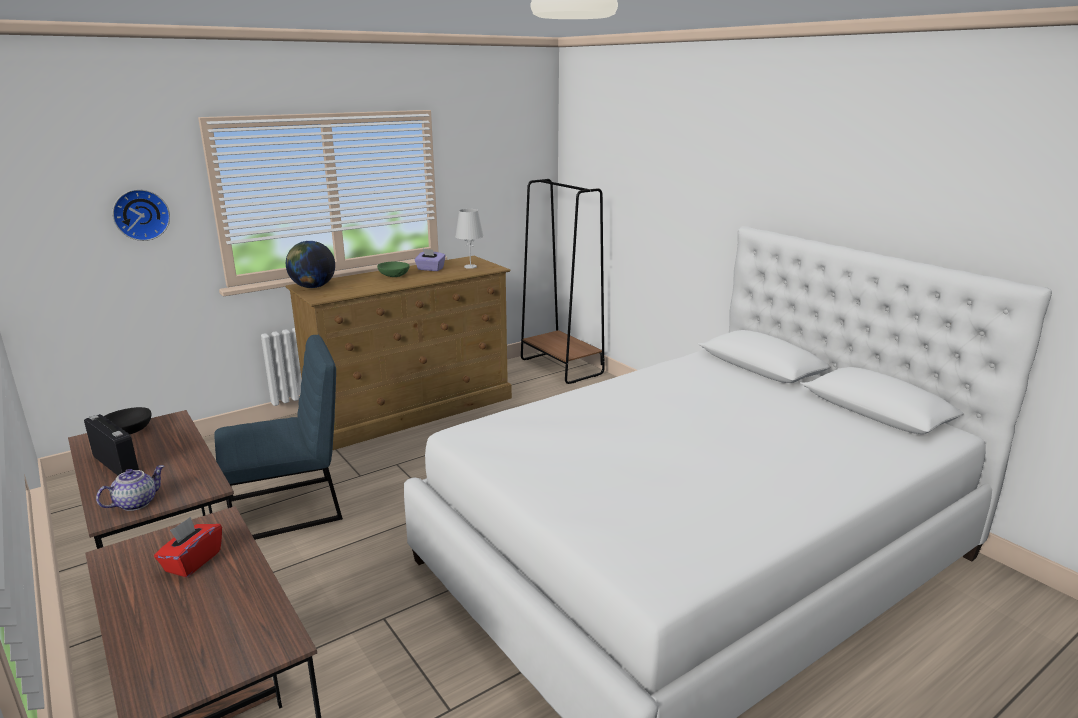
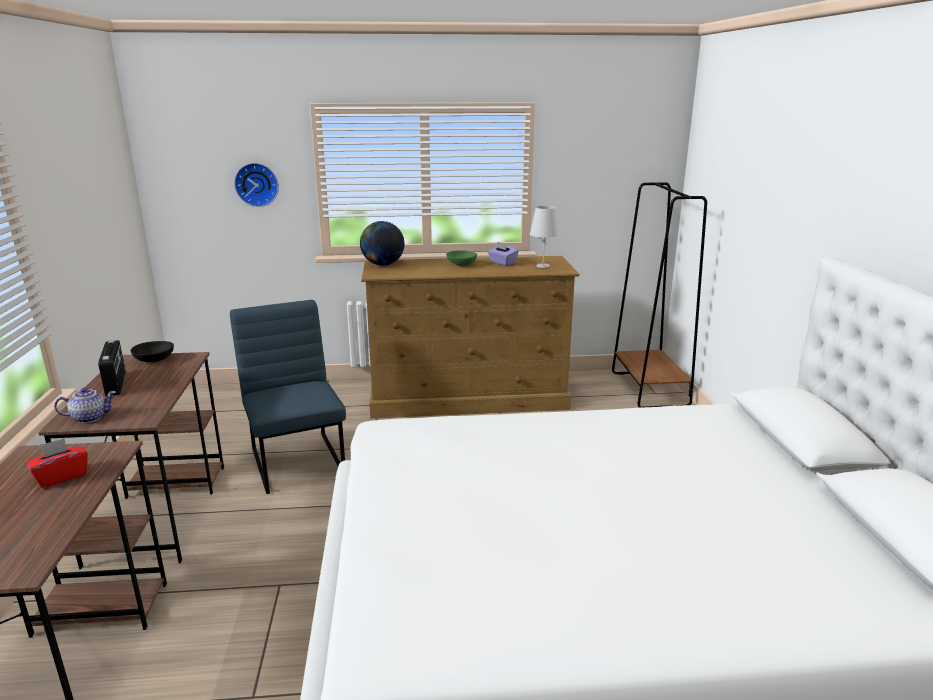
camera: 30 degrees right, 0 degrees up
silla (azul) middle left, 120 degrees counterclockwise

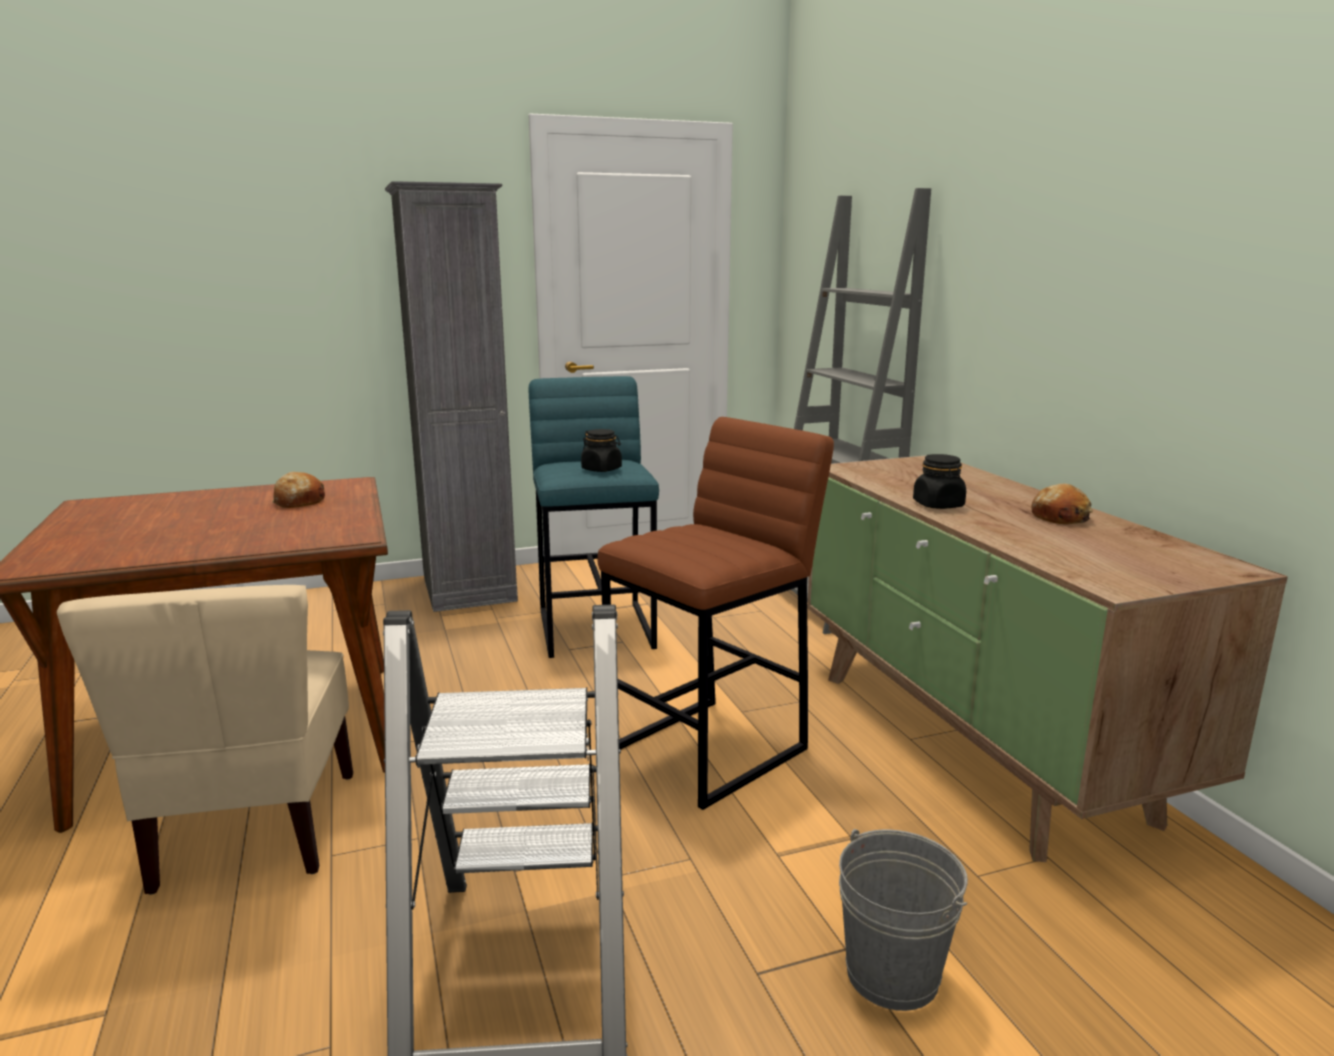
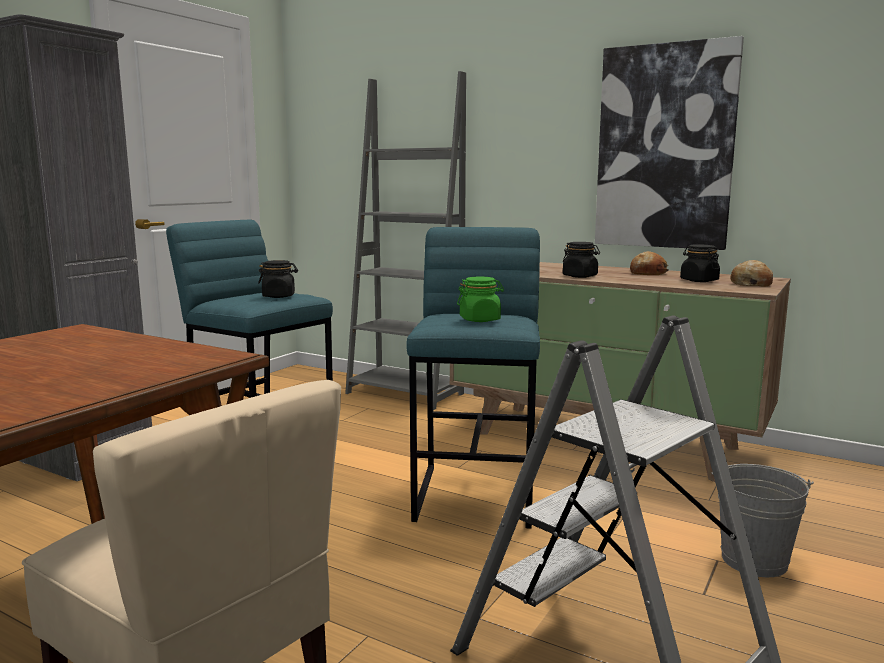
camera: 40 degrees left, 5 degrees down
taburete (marrón) centre → taburete (turquesa) (2nd from left) centre
- → tarro (verde) centre
- → cuadro top right
- → tarro (negro) (3rd from left) middle right
pan (1st from left in the first image) middle left → pan (2nd from left) middle right, moved

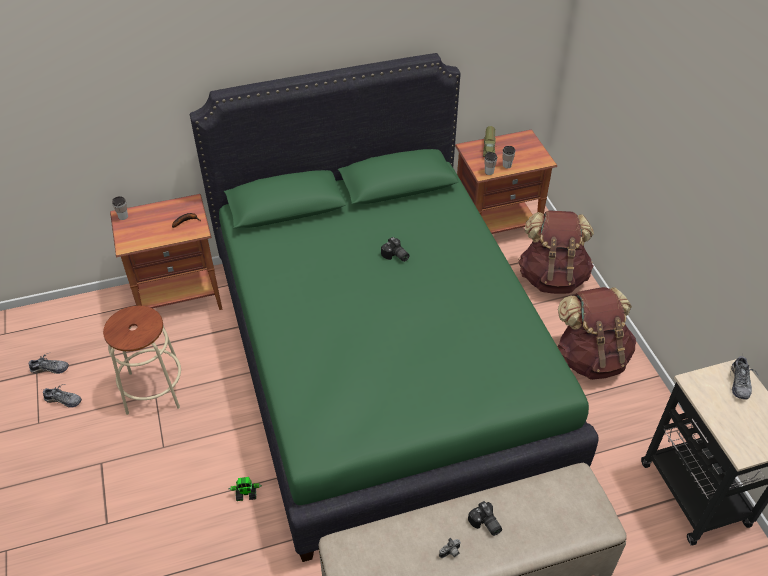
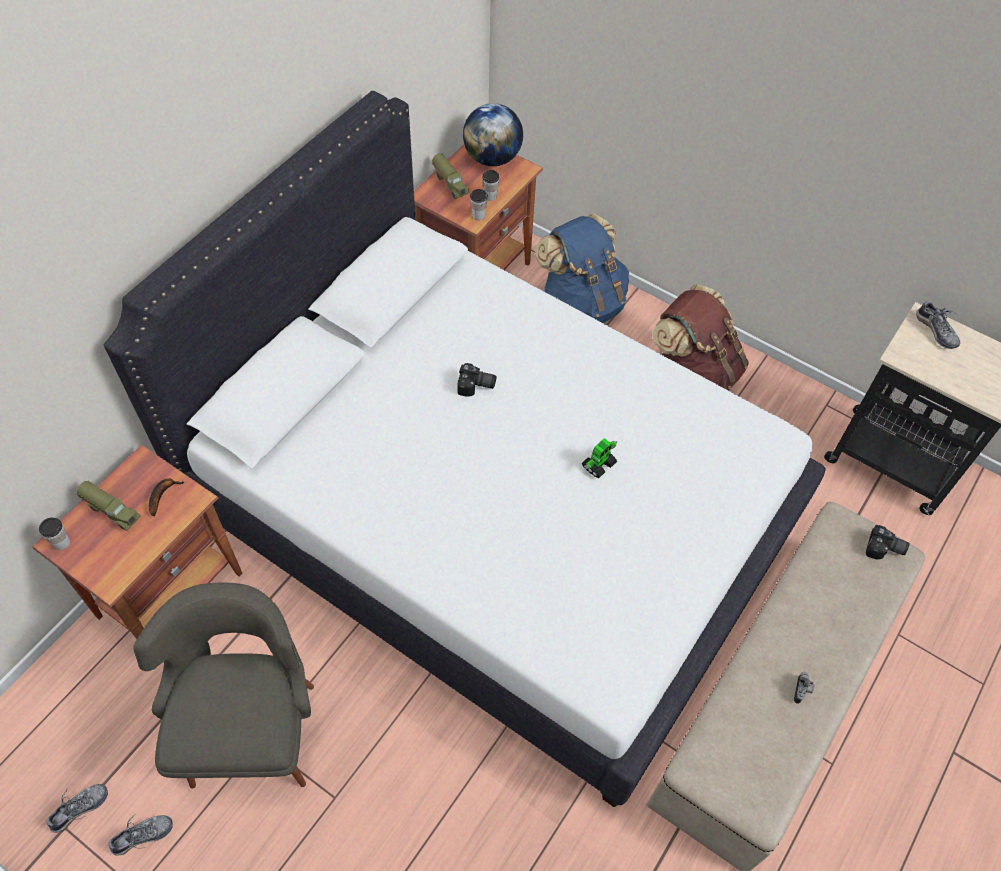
camera: 40 degrees left, 10 degrees up
- → camión de juguete (1st from left) middle left
cama (verde) centre → cama (blanco) centre
taburete (beis) middle left → silla (gris) bottom left
- → globo terráqueo top centre
mochila (marrón) (1st from left) middle right → mochila (azul) top centre
robot de juguete bottom left → robot de juguete centre, moved
cámara (3rd from left) bottom centre → cámara (3rd from left) middle right, moved

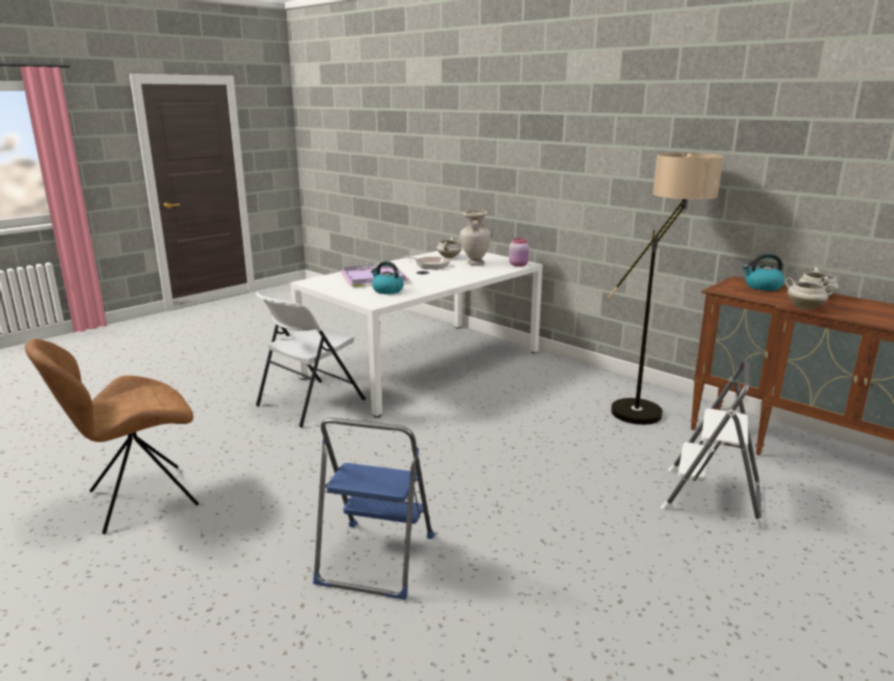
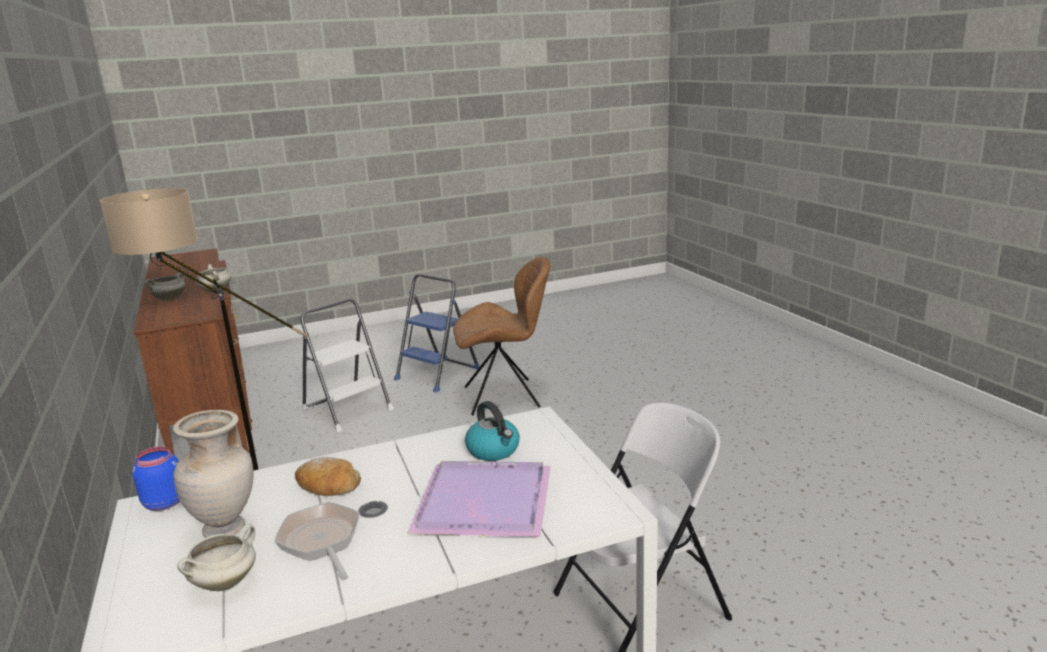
camera: 155 degrees left, 0 degrees up
tarro (rosa) centre → tarro (azul) bottom left
- → pan bottom left
escalera de tijera (azul) bottom centre → escalera de tijera (azul) centre, moved
silla (marrón) middle left → silla (marrón) centre, moved
hervidor (2nd from left) middle right → -

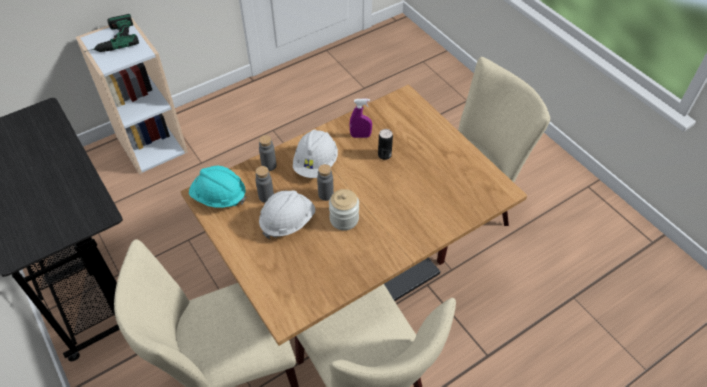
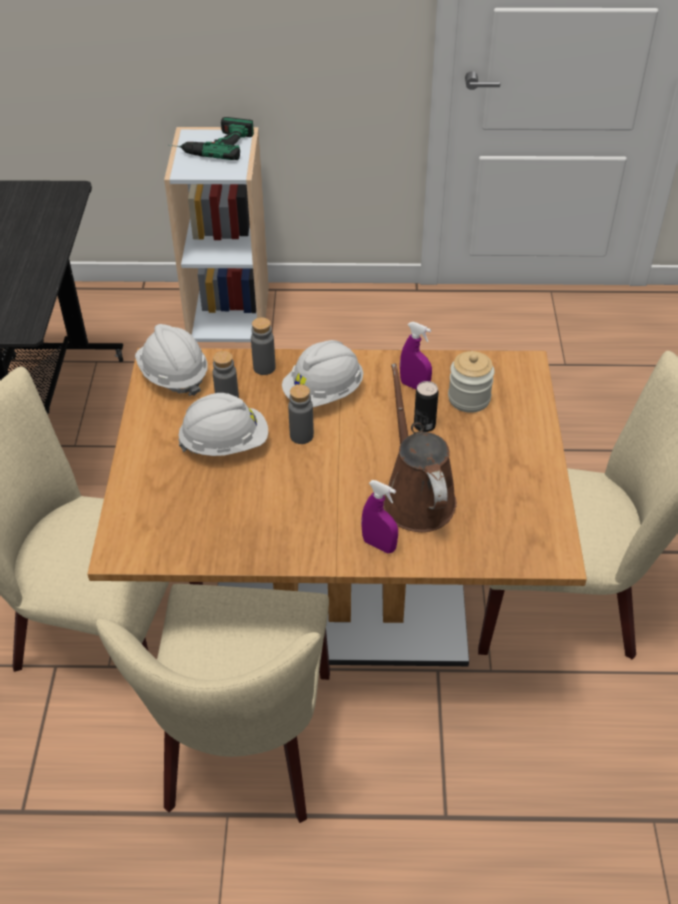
camera: 35 degrees right, 5 degrees down
casco (turquesa) middle left → casco (blanco) (1st from left) middle left
- → pulverizador (morado) (1st from left) centre
- → regadera (marrón) centre
tarro centre → tarro middle right, moved

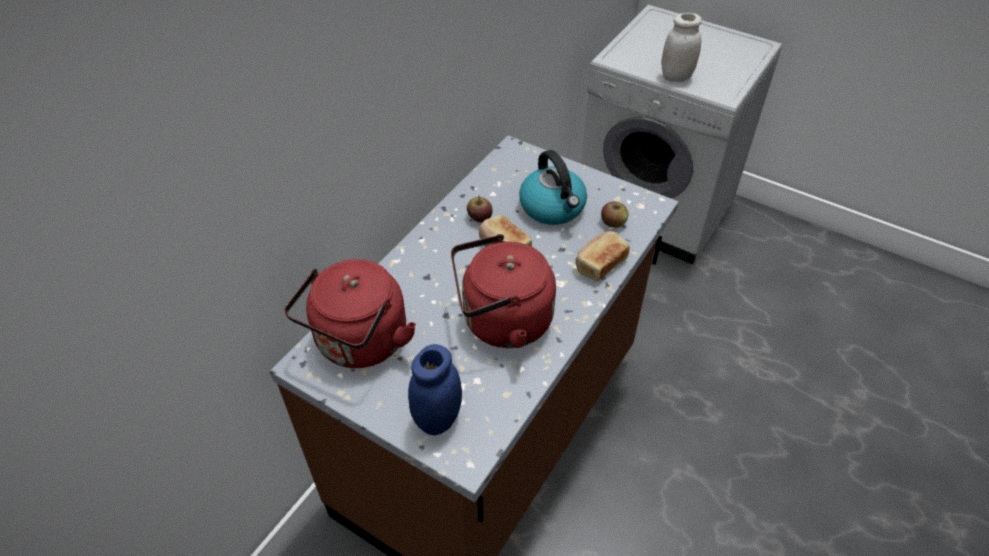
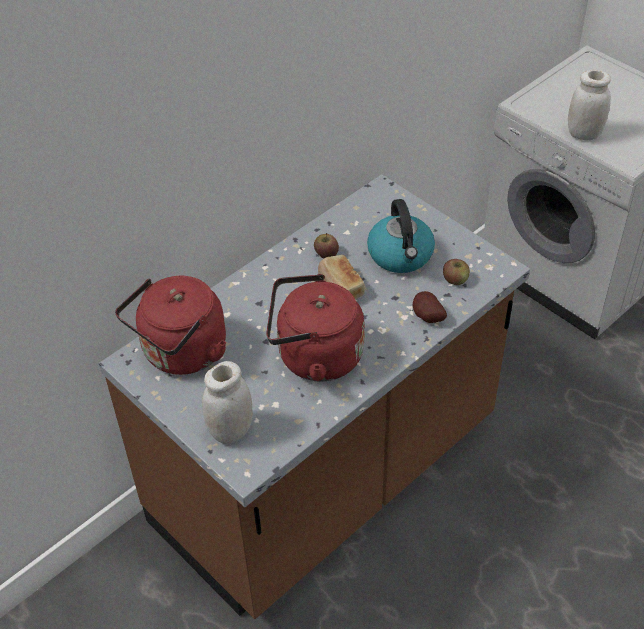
camera: 15 degrees right, 0 degrees up
tarro (azul) bottom centre → tarro (blanco) (1st from left) centre
pan (2nd from left) centre → patata middle right

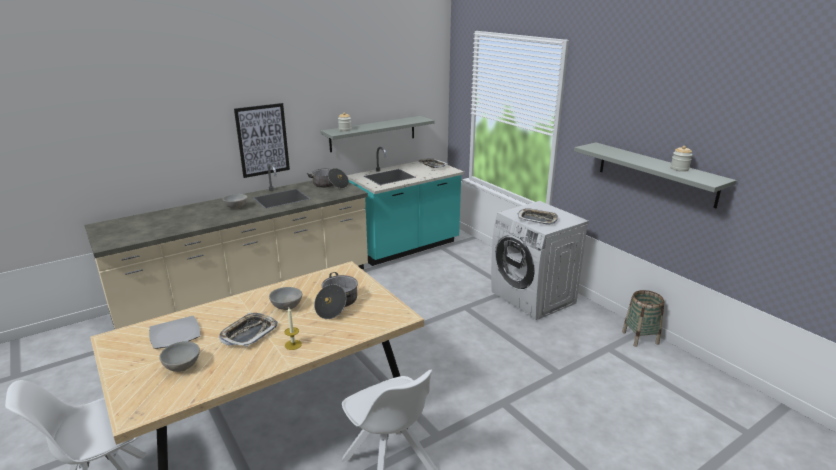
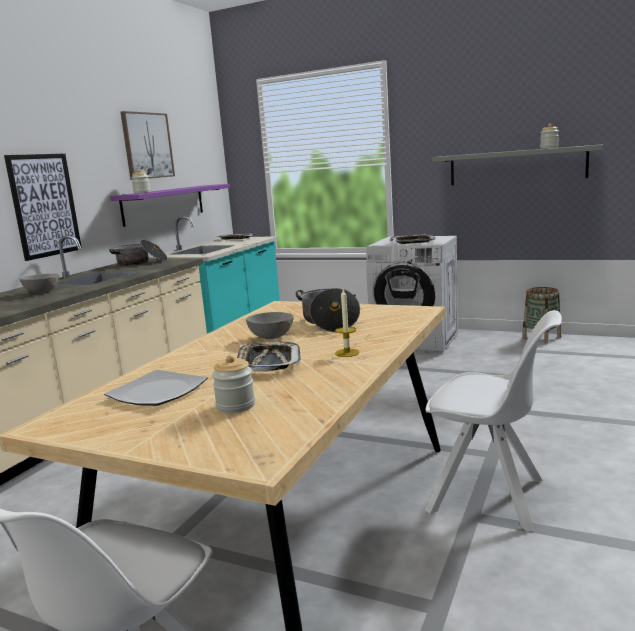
camera: 30 degrees left, 10 degrees down
estante (gris) (1st from left) top centre → estante (morado) top left
- → cuadro (2nd from left) top left
cuenco (gris) (1st from left) bottom left → tarro (2nd from left) centre

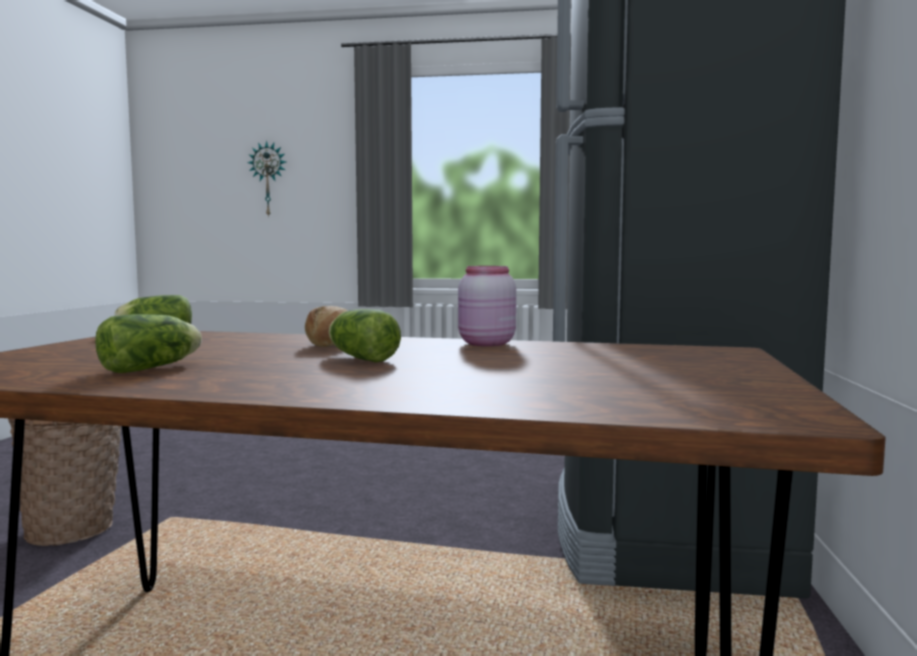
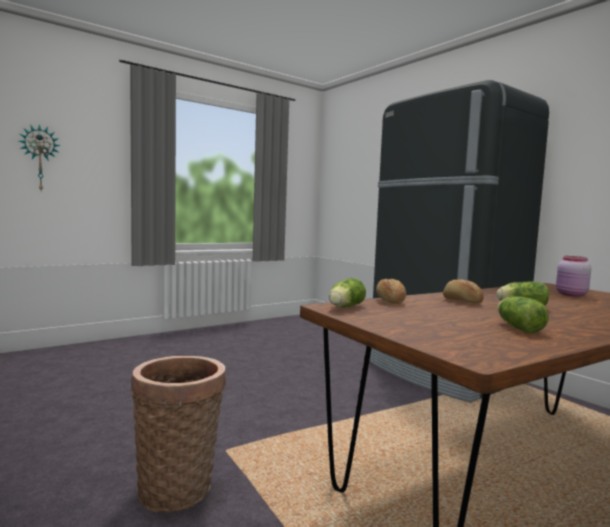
camera: 45 degrees left, 0 degrees up
- → pan (1st from left) centre
tarro (rosa) centre → tarro (rosa) middle right, moved

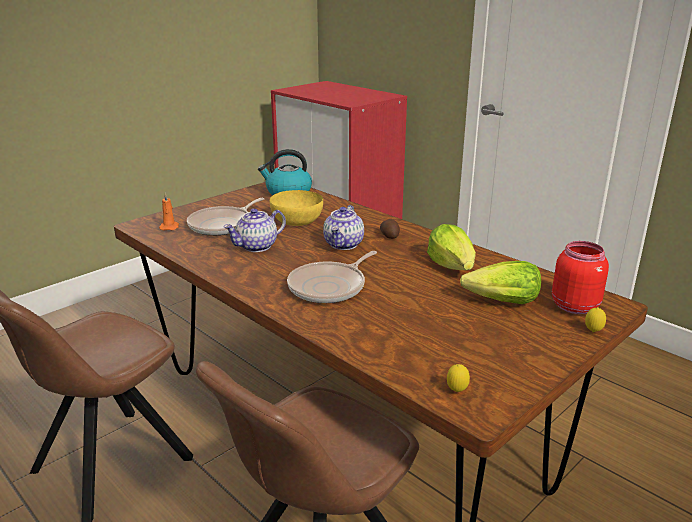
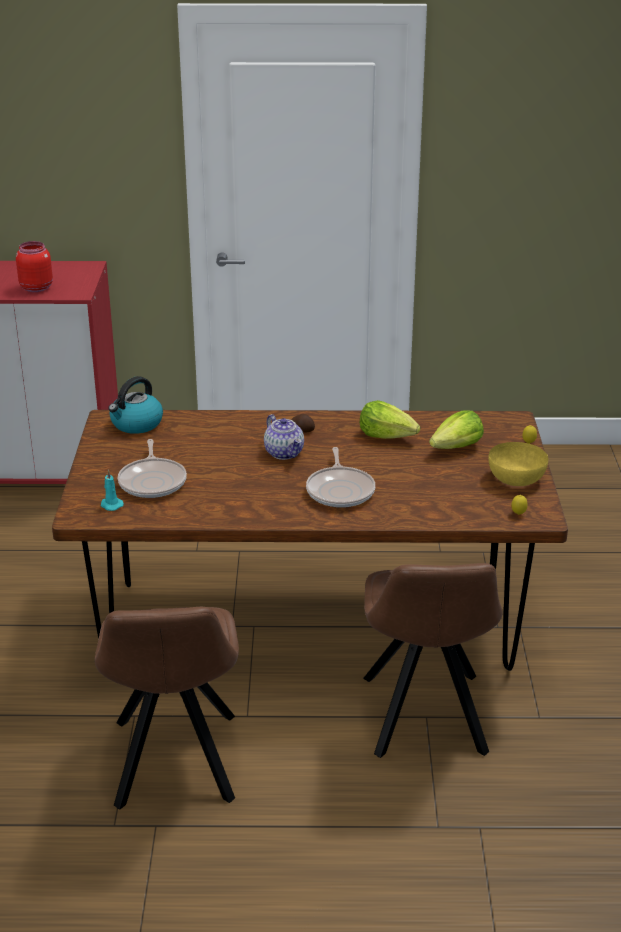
camera: 45 degrees left, 5 degrees up
tarro (rojo) middle right → tarro (rojo) top left, moved
vela (naranja) middle left → vela (turquesa) middle left
cuenco (amarillo) centre → cuenco (amarillo) middle right, moved
tetera (1st from left) centre → -

